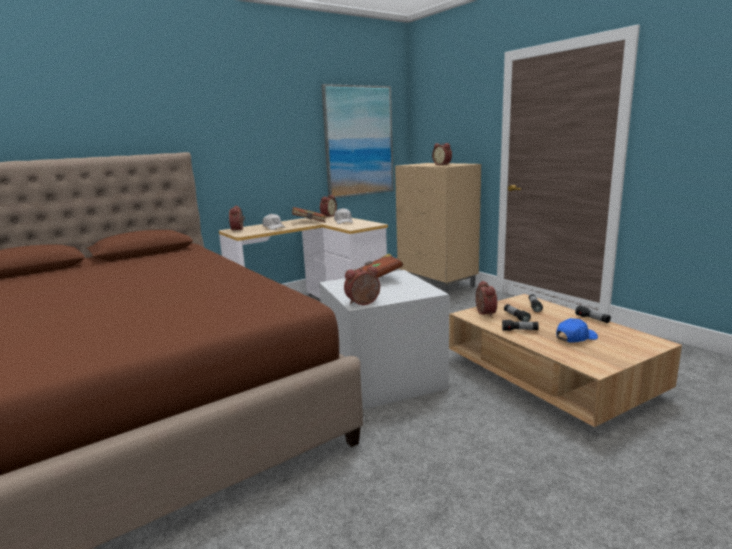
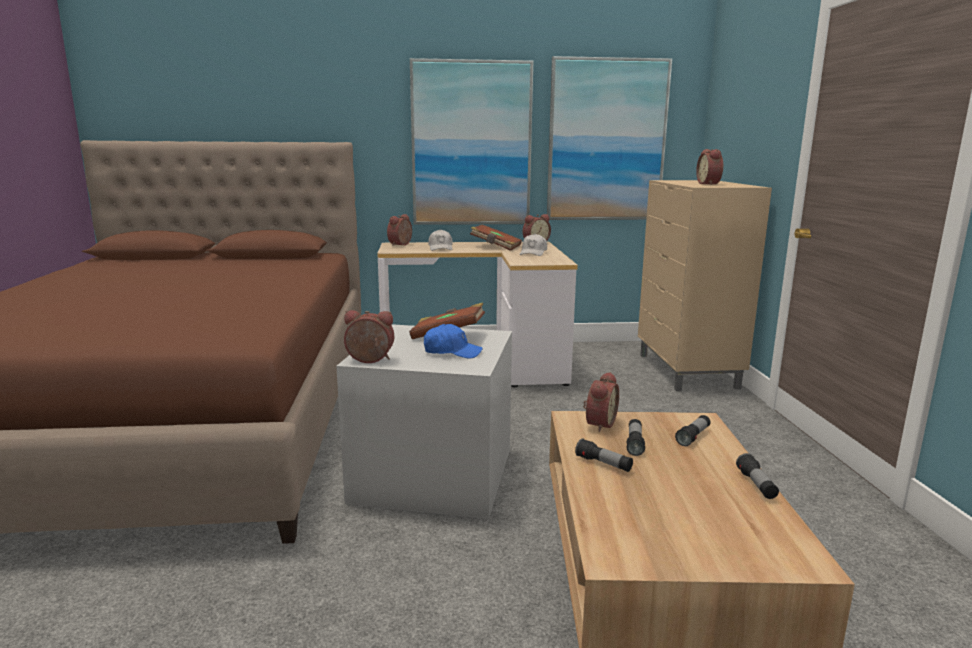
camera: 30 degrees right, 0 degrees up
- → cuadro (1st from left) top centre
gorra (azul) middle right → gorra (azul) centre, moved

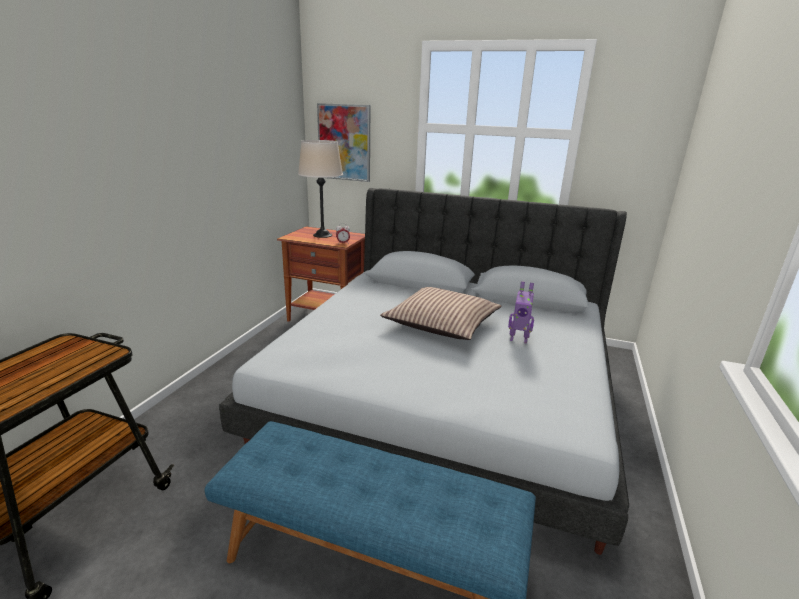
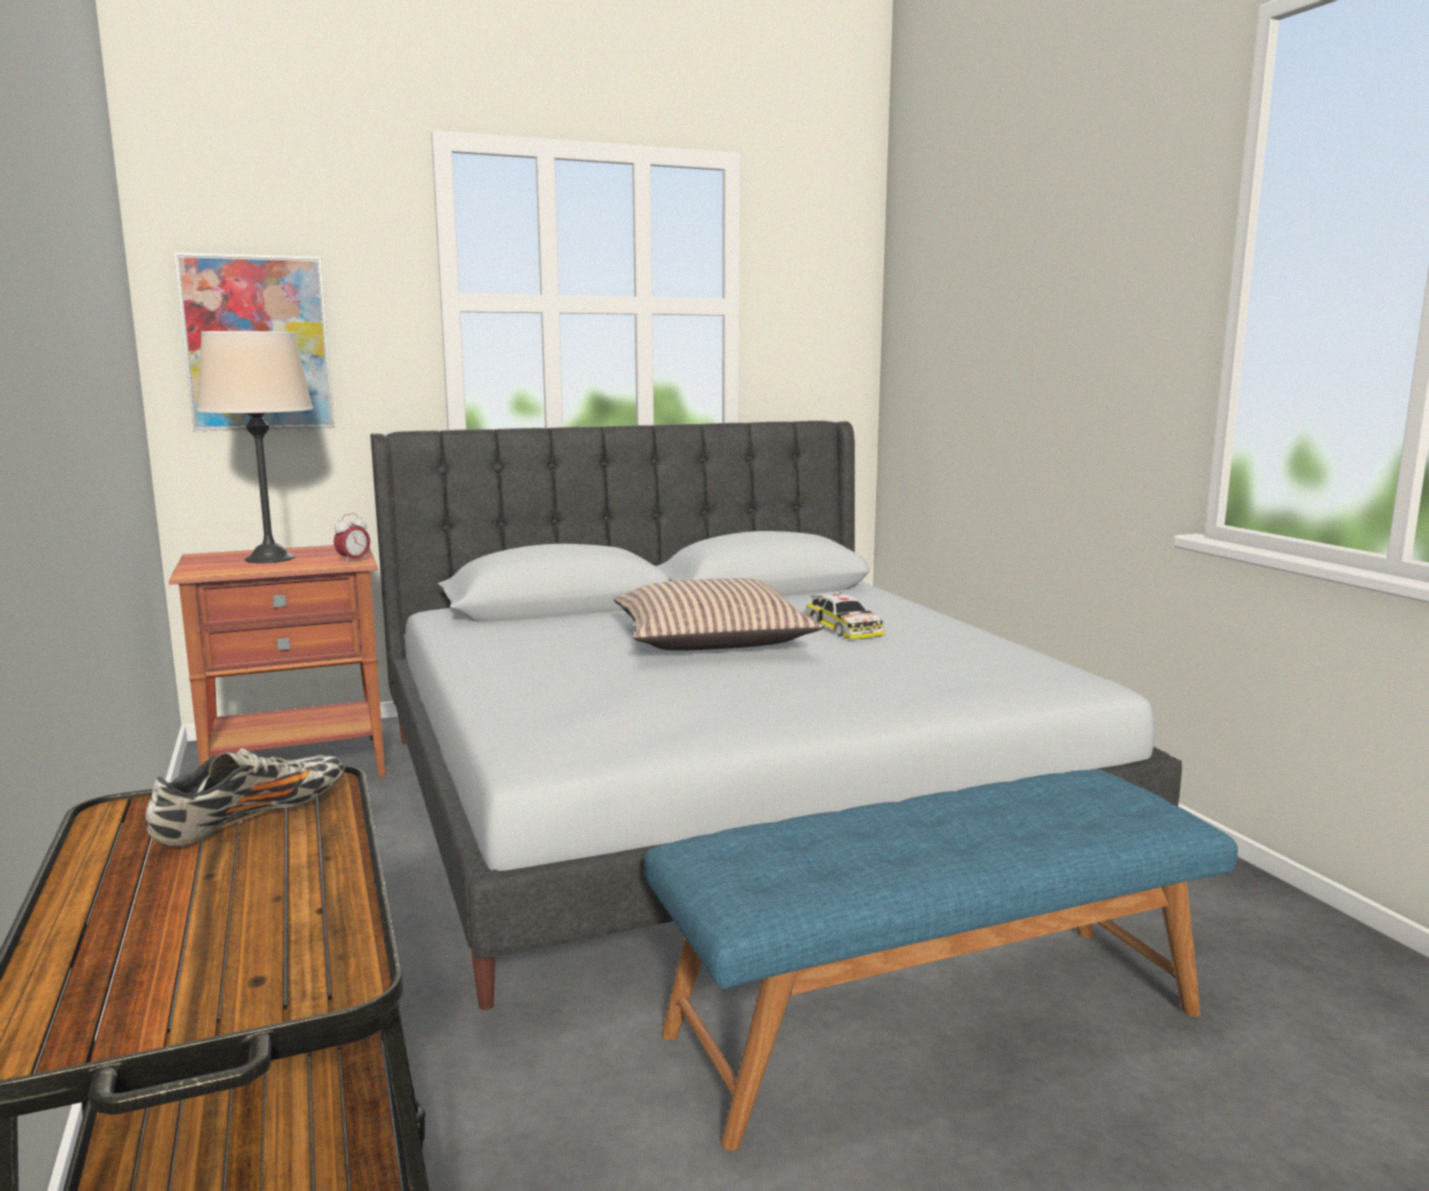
camera: 40 degrees left, 10 degrees down
- → zapato bottom left
robot de juguete centre → coche de juguete centre

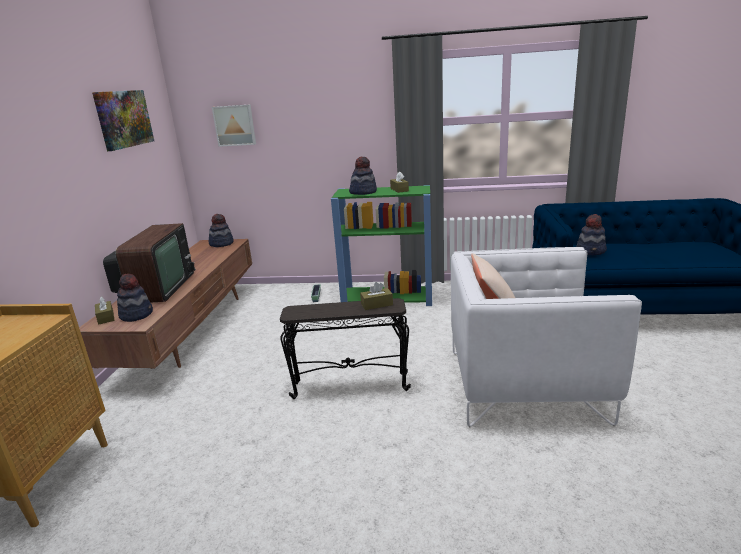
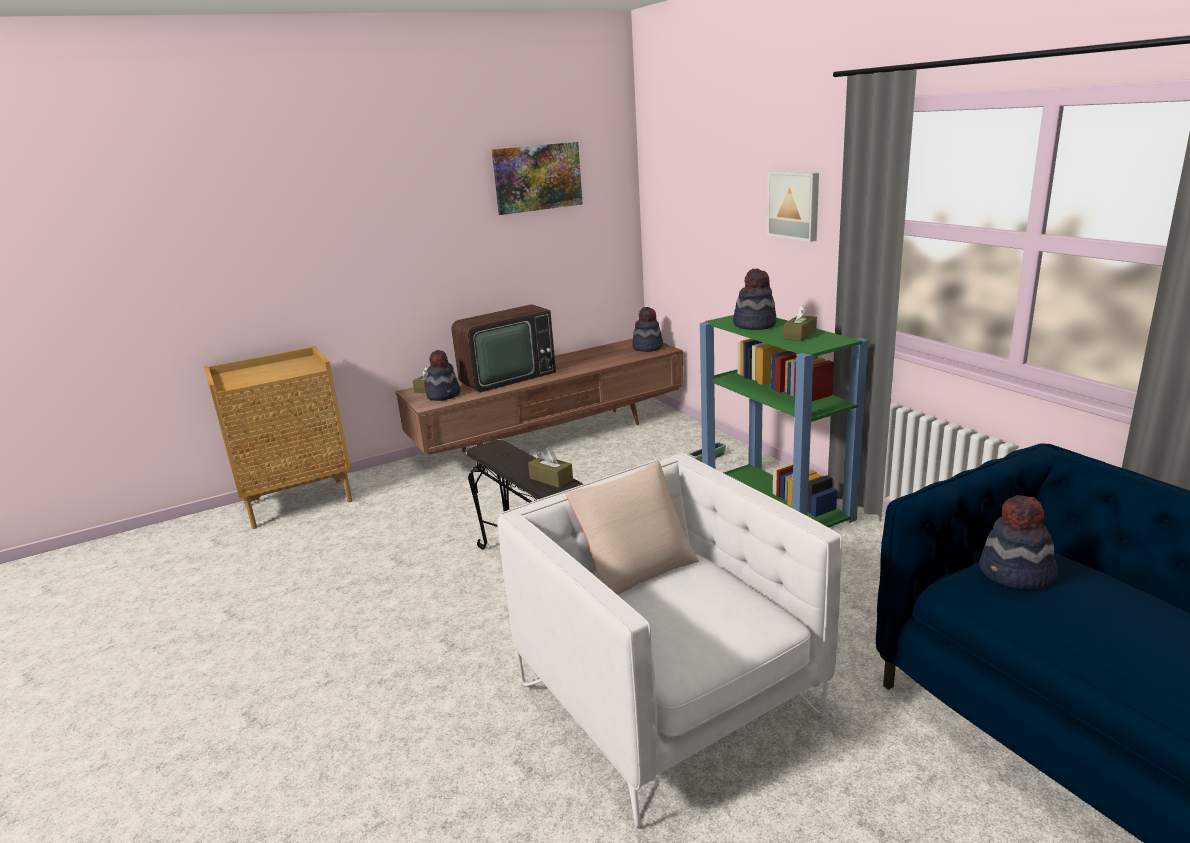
camera: 55 degrees right, 0 degrees up
cuadro (2nd from left) top left → cuadro (2nd from left) top centre, moved

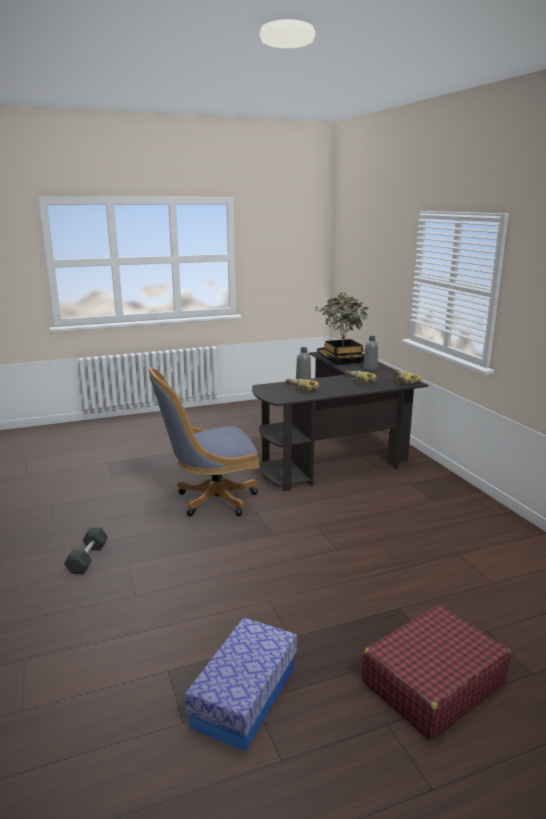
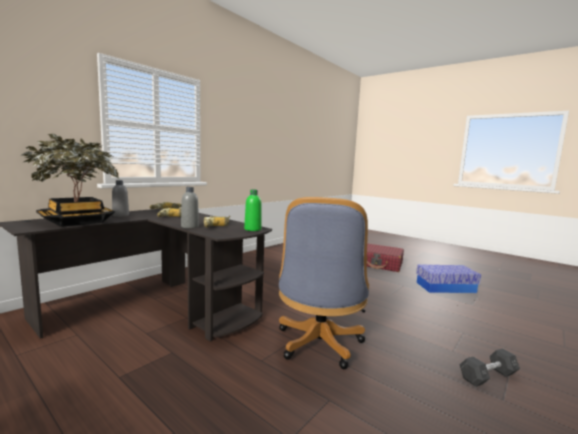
camera: 120 degrees left, 10 degrees down
- → botella (verde) centre
silla de oficina (azul) centre, 60 degrees clockwise

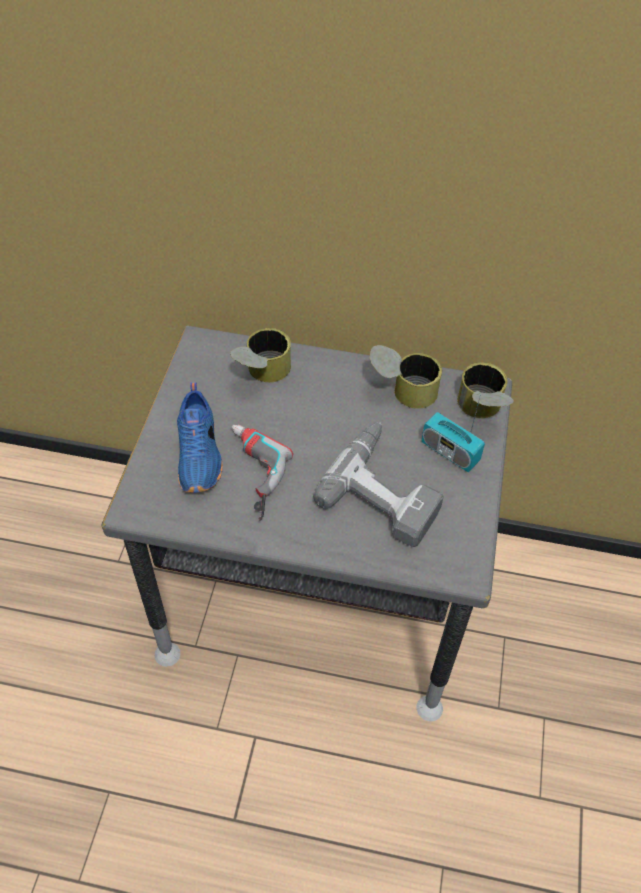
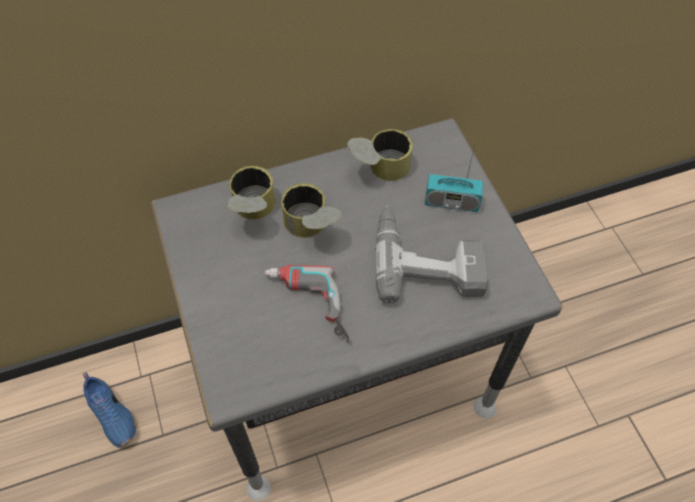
camera: 30 degrees left, 5 degrees up
zapato (azul) middle left → zapato (azul) bottom left, moved
lata (3rd from left in the first image) middle right → lata (2nd from left) centre, moved

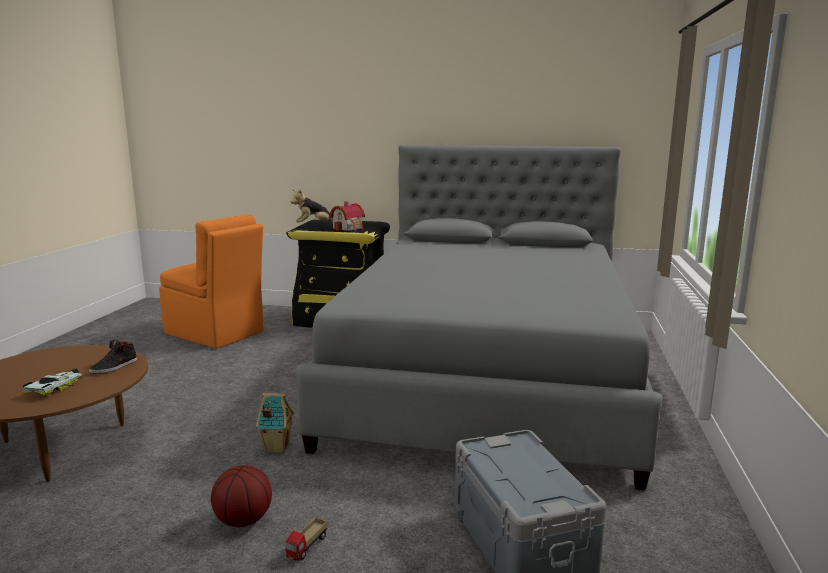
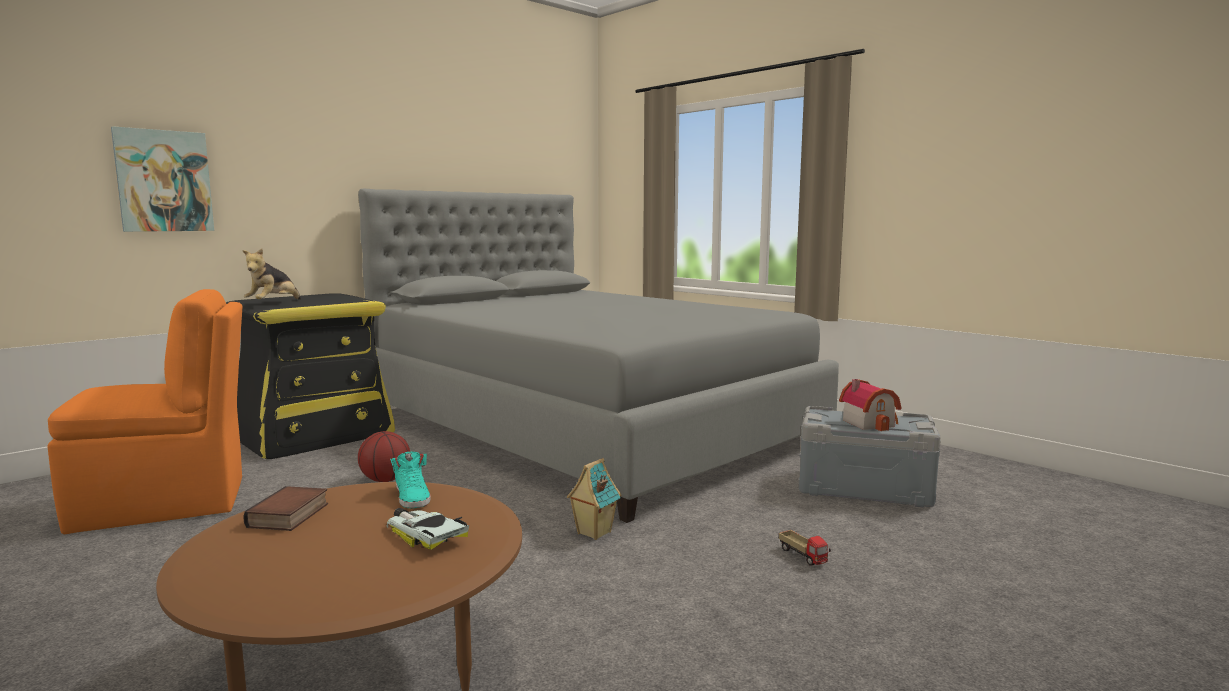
camera: 55 degrees left, 5 degrees down
- → cuadro top left
- → libro bottom left
balón de baloncesto bottom left → balón de baloncesto middle left, moved
zapato (negro) middle left → zapato (turquesa) bottom centre
casita (2nd from left) centre → casita (2nd from left) middle right, moved

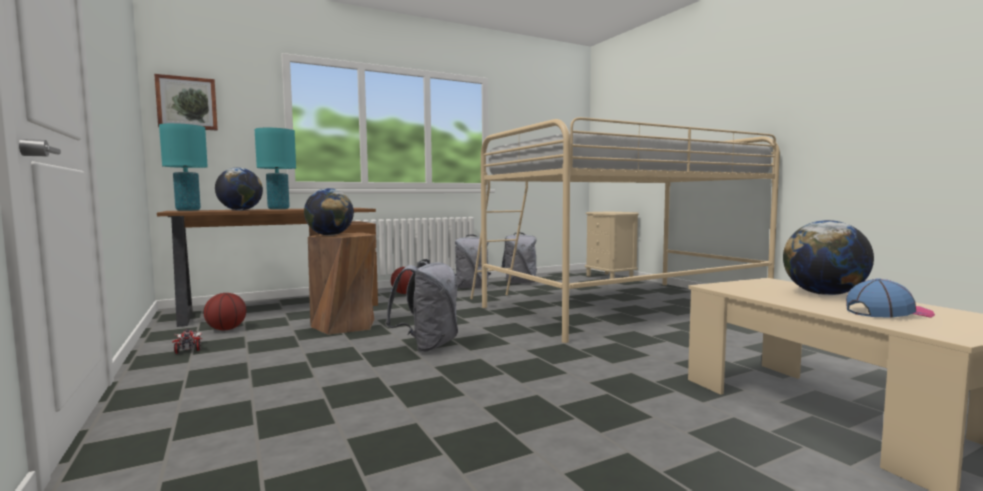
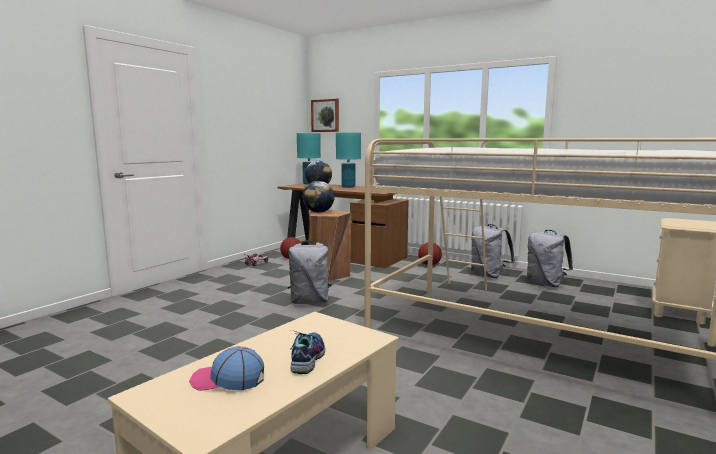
camera: 60 degrees right, 5 degrees up
gorra middle right → gorra bottom left, 135 degrees clockwise
globo terráqueo (3rd from left) middle right → zapato bottom centre

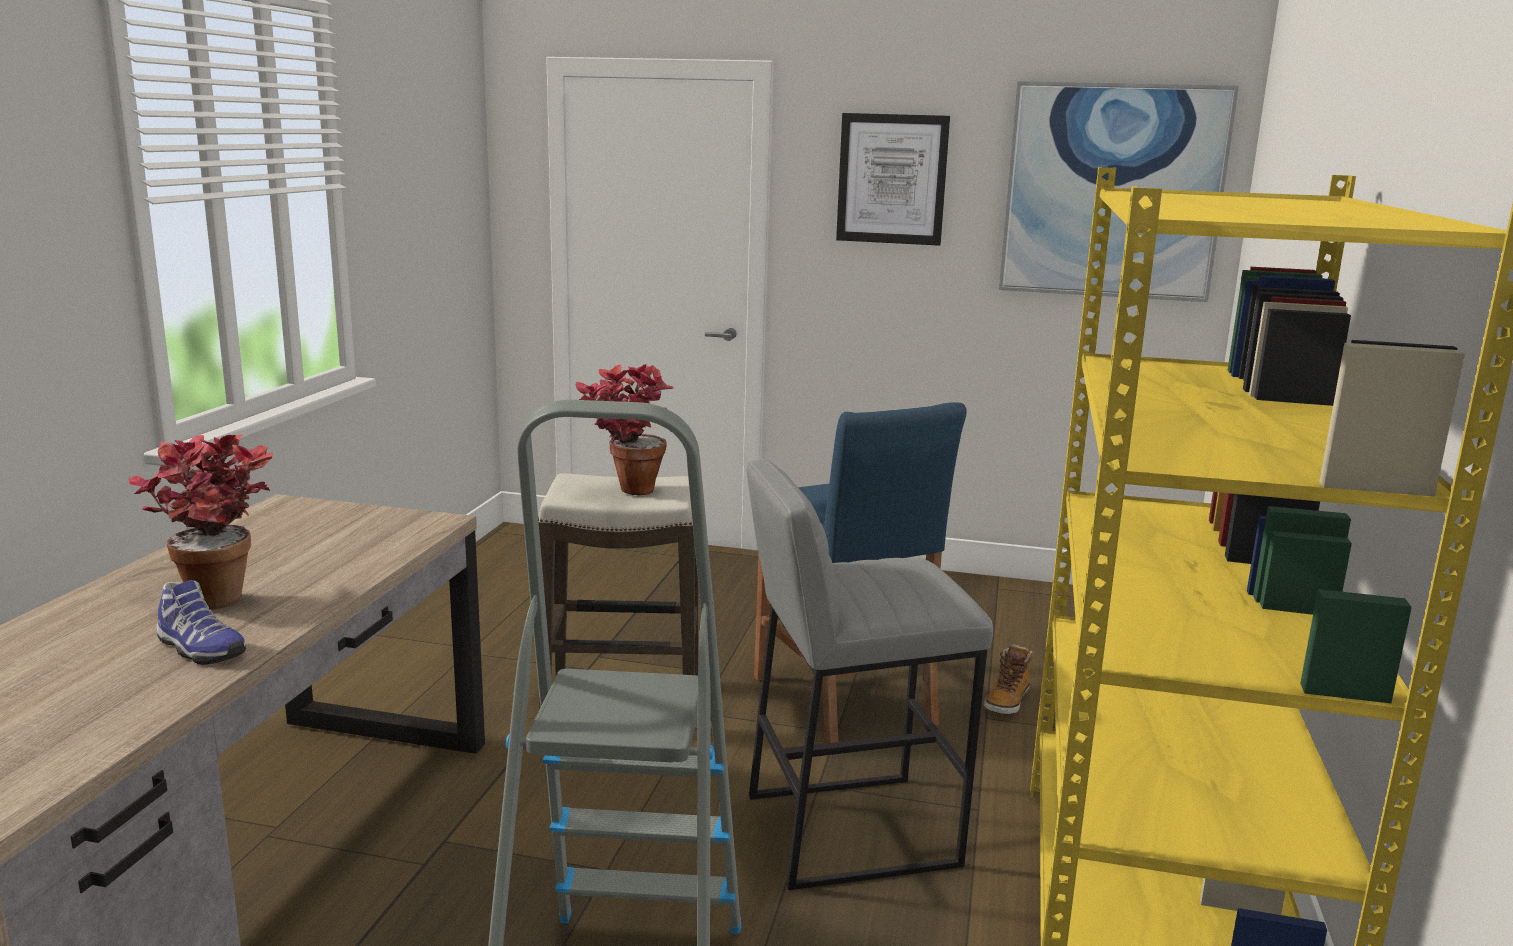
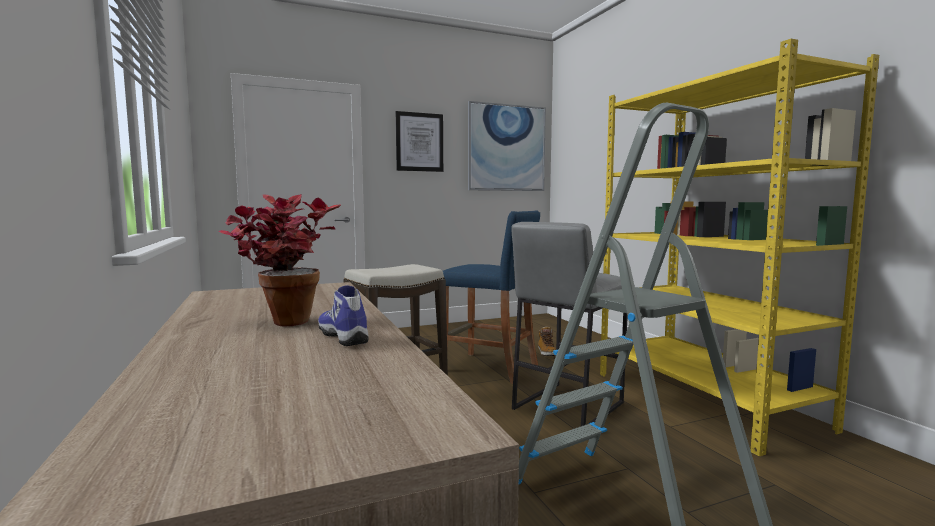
camera: 35 degrees left, 10 degrees down
zapato middle left → zapato centre, 120 degrees counterclockwise
planta en maceta (2nd from left) centre → -

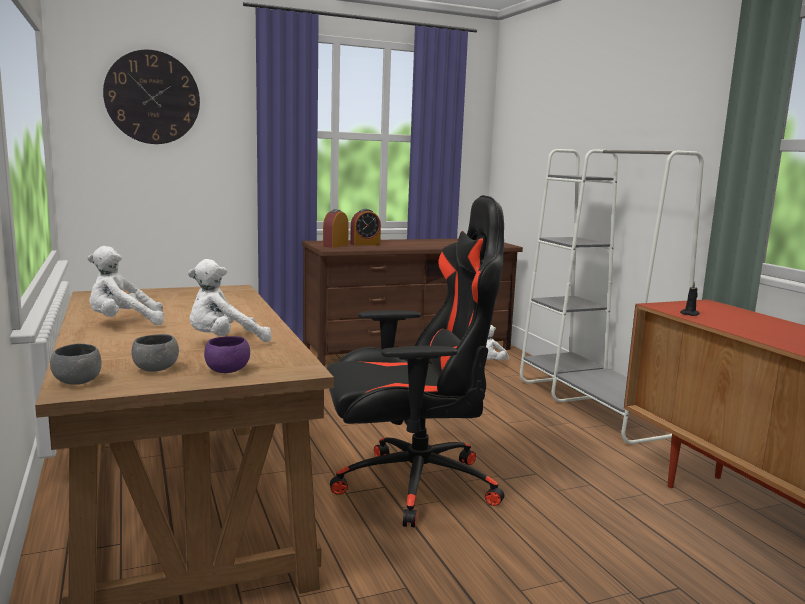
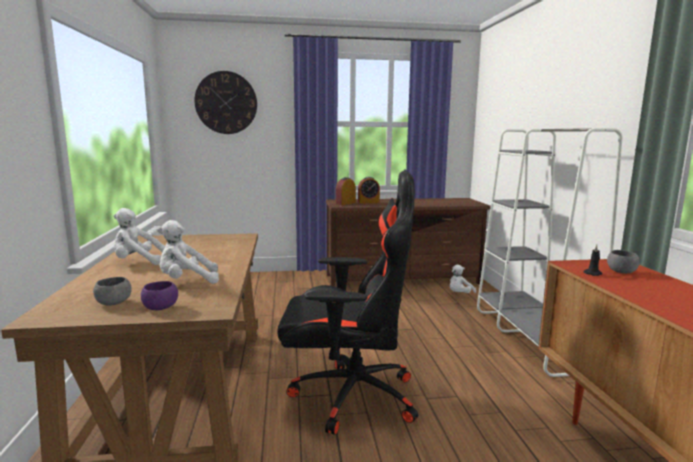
camera: 15 degrees right, 0 degrees up
cuenco (gris) (1st from left in the first image) middle left → cuenco (gris) (2nd from left) middle right, moved

